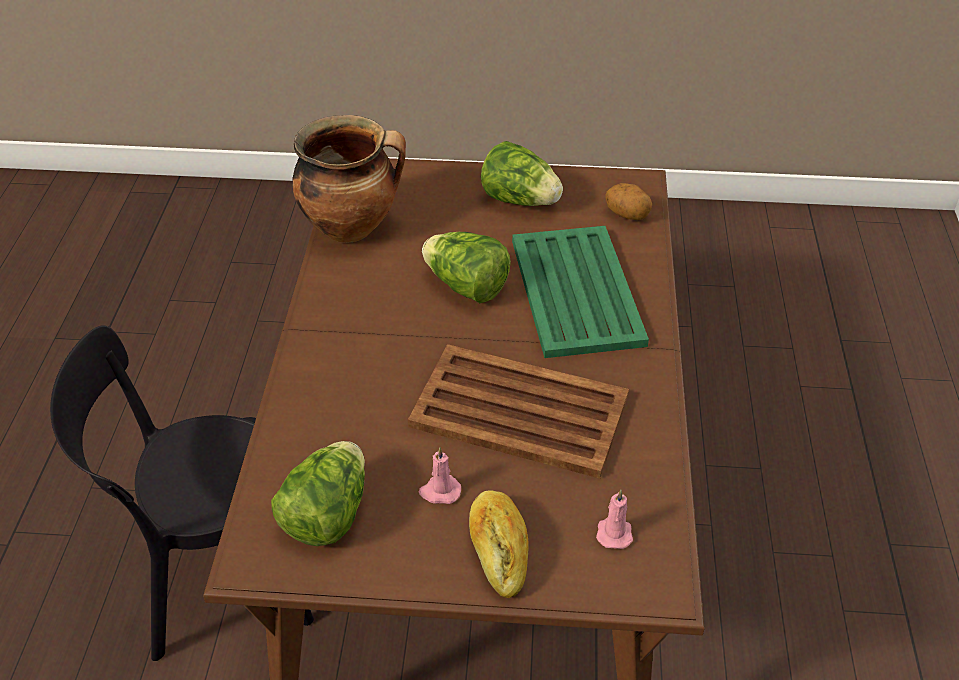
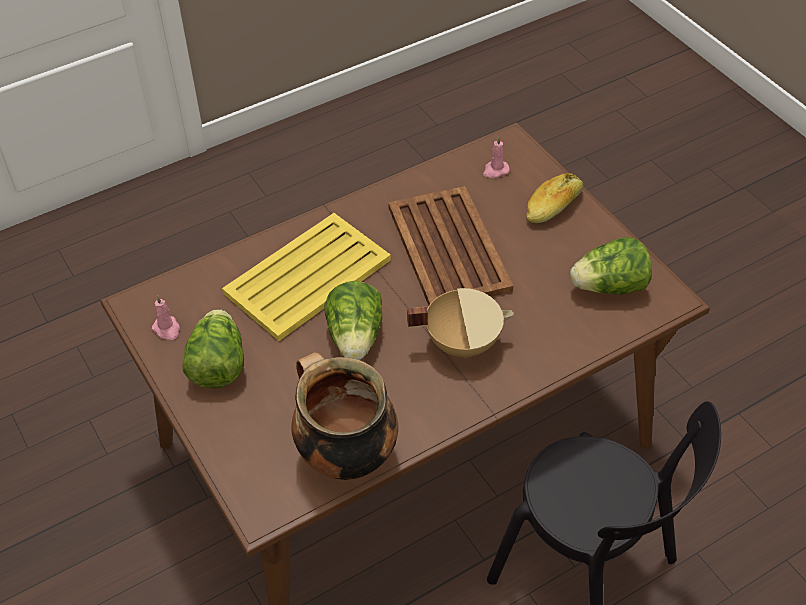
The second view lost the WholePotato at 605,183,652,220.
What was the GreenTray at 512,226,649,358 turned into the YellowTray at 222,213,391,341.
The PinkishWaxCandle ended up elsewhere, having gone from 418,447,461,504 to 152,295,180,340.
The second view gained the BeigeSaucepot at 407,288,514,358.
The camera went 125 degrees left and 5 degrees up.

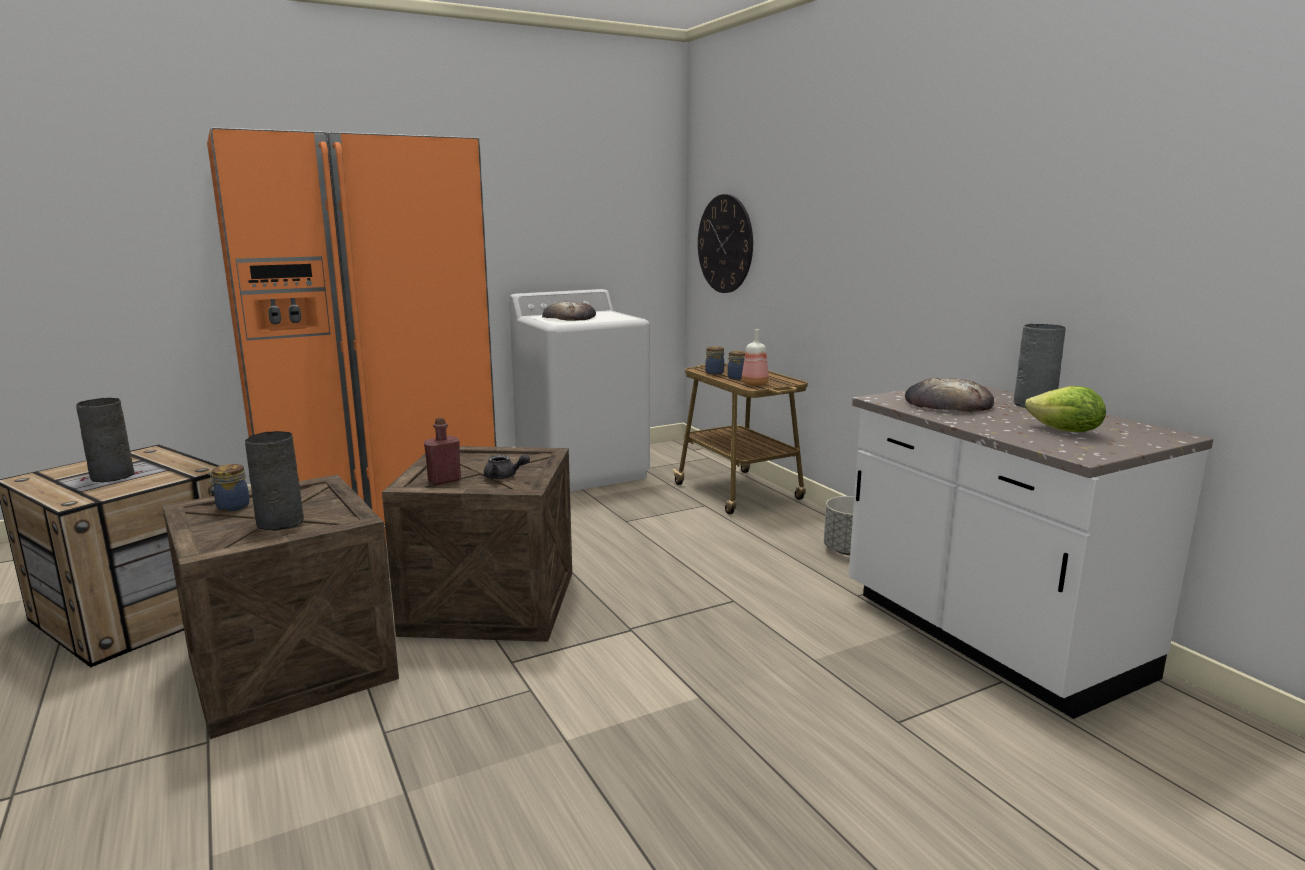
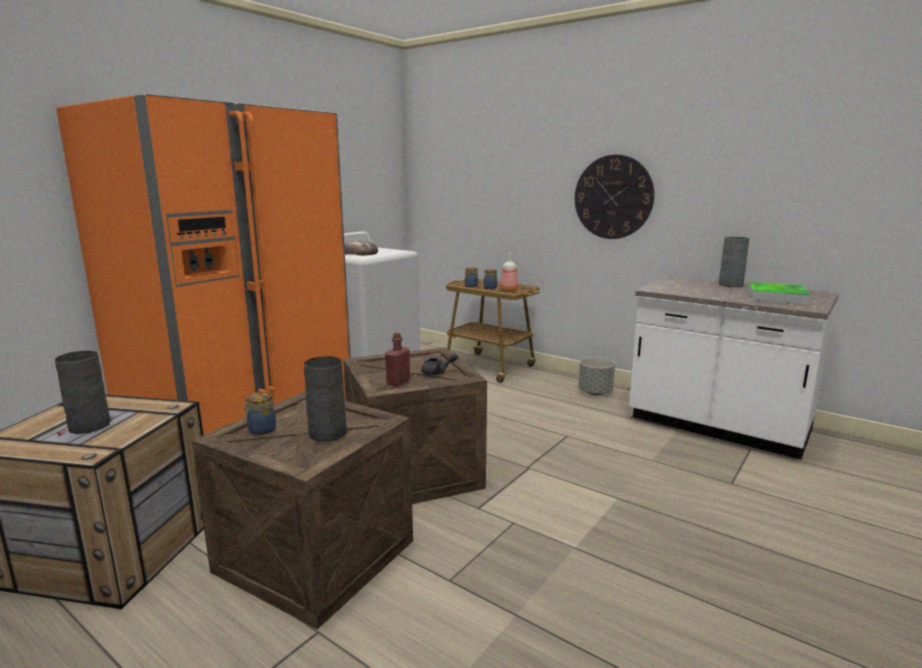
The WallClock ended up elsewhere, having gone from 698,194,753,293 to 575,155,654,239.
The second view lost the BakedBread at 905,378,994,412.
Where the HeadOfLettuce stood at 1025,386,1106,432, the Tray came to stand at 748,282,811,304.
The camera went 25 degrees left and 0 degrees up.

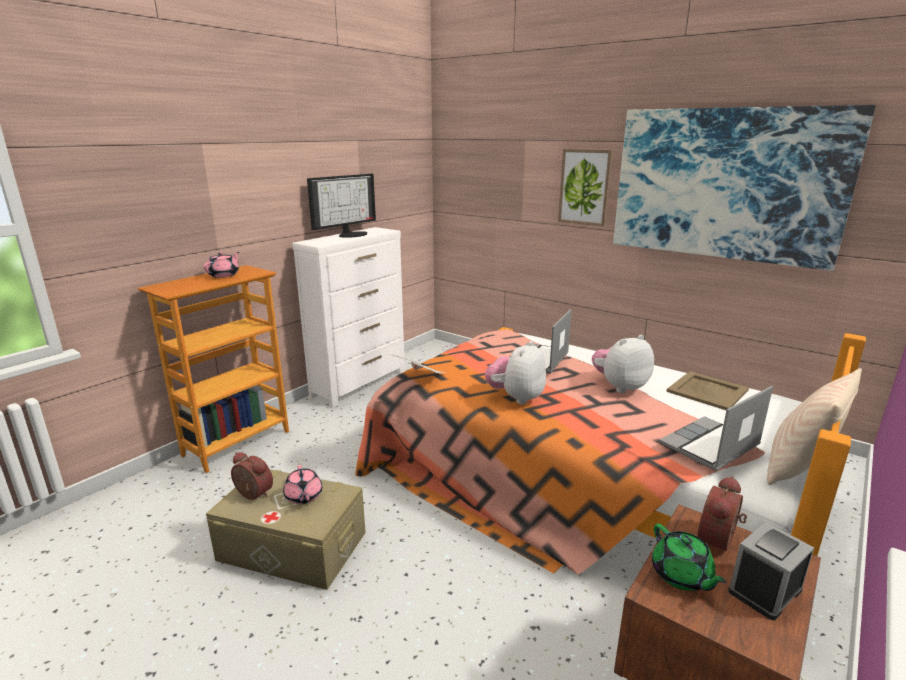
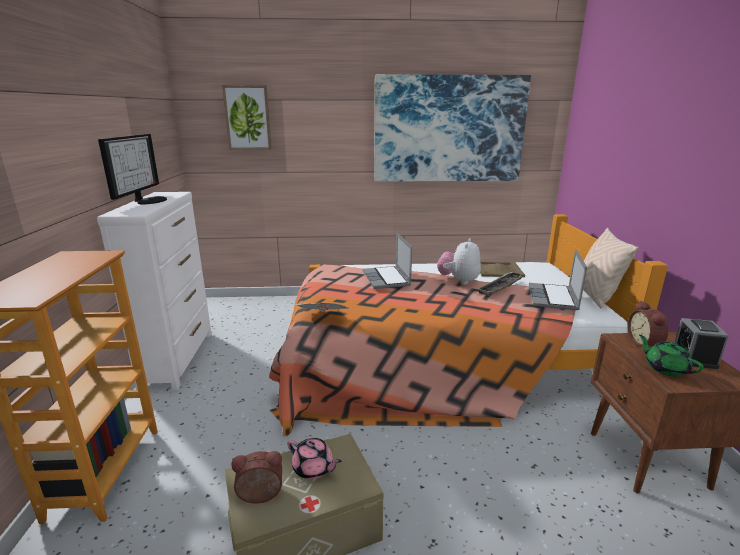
The WallPicture ended up elsewhere, having gone from 558,149,613,226 to 222,85,272,150.
The second view lost the PinkishTeapot at 204,252,239,278.
The second view lost the CuddlyToy at 485,341,546,405.
The GreenTeapot at 652,524,727,591 ended up facing another way, 150 degrees counterclockwise from before.
The second view gained the Tray at 477,271,524,296.
The camera went 40 degrees left and 0 degrees up.

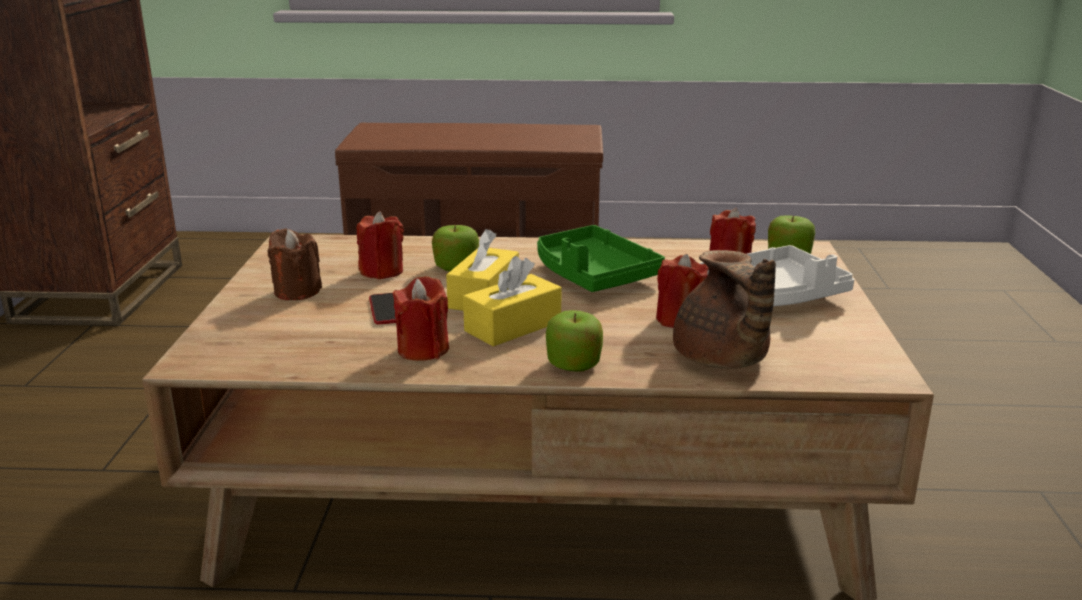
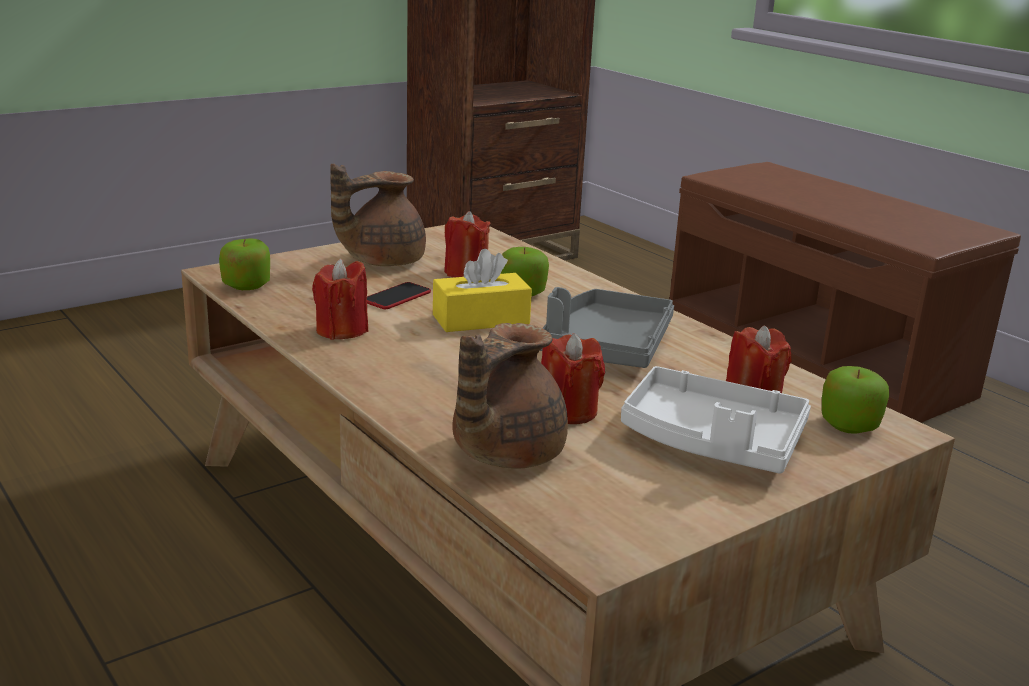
What was the GreenTray at 537,225,665,292 turned into the GreyTray at 540,287,674,368.
Where the BrownishWaxCandle stood at 267,228,322,300, the BrownishTeapot came to stand at 330,164,426,266.
The second view lost the YellowTissueBox at 463,256,561,346.
The AppleFruit ended up elsewhere, having gone from 546,310,603,372 to 219,239,270,290.
The camera went 50 degrees right and 0 degrees up.

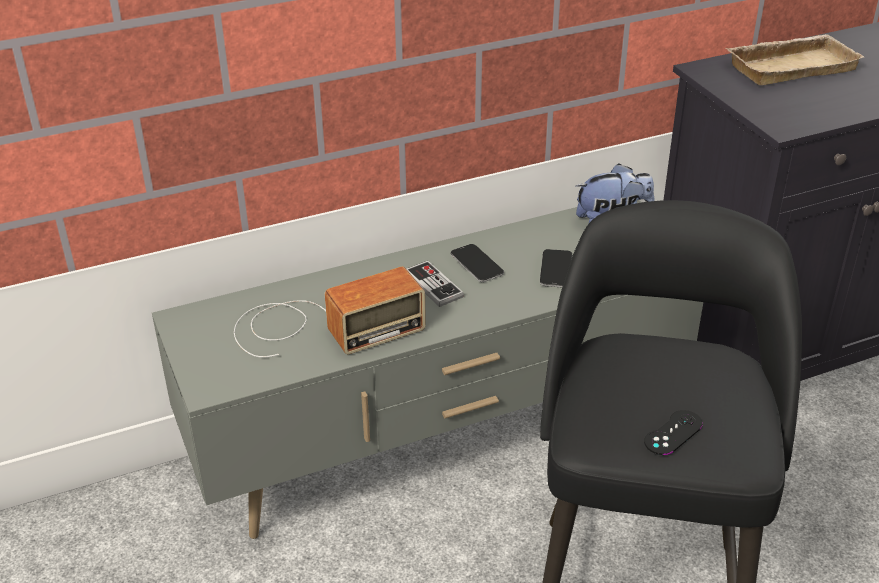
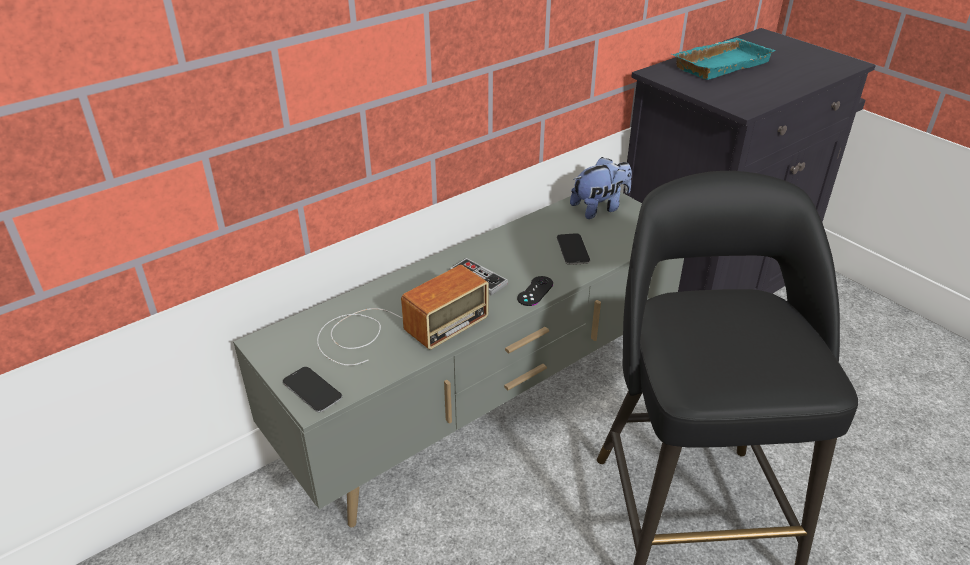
What was the BeigeTray at 725,34,864,85 turned into the TurquoiseTray at 672,38,775,80.
The Handset ended up elsewhere, having gone from 450,244,504,282 to 283,367,342,412.
The BlackGameController ended up elsewhere, having gone from 644,410,703,455 to 517,276,553,306.
The camera went 15 degrees left and 0 degrees up.

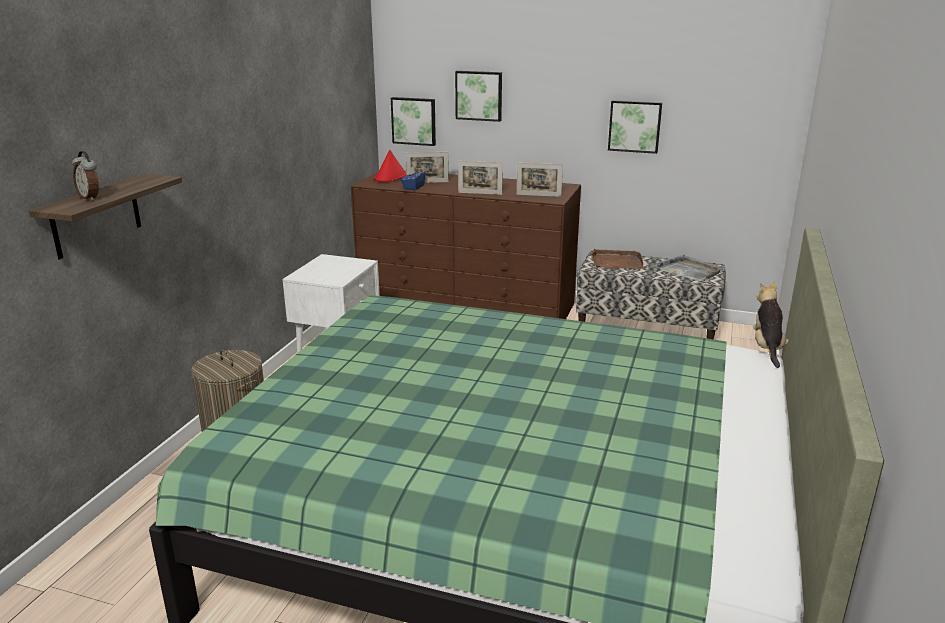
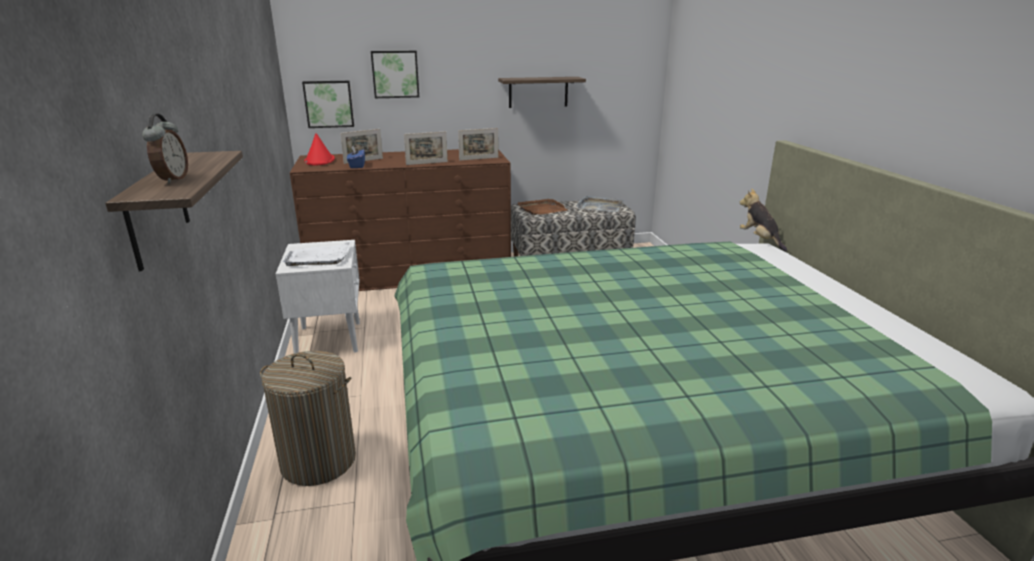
Where the WallPicture hung at 608,100,662,154, the Shelf came to hang at 498,77,586,108.
The BedsideClock at 72,151,99,201 ended up facing another way, 105 degrees counterclockwise from before.
The second view gained the WhiteTray at 283,242,351,266.
The camera went 30 degrees left and 0 degrees up.

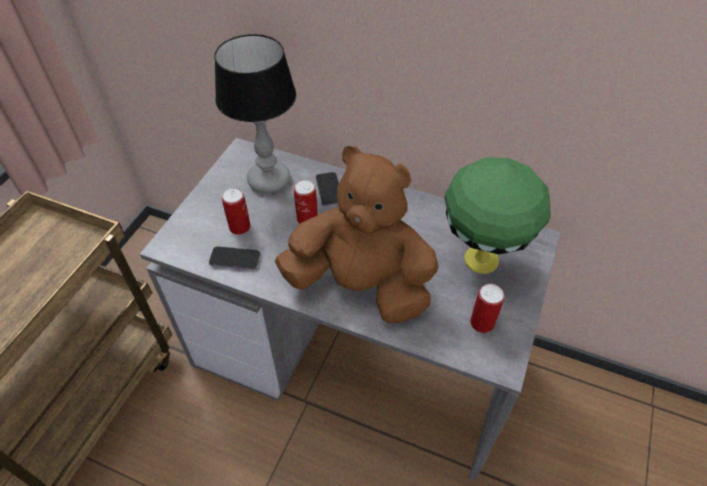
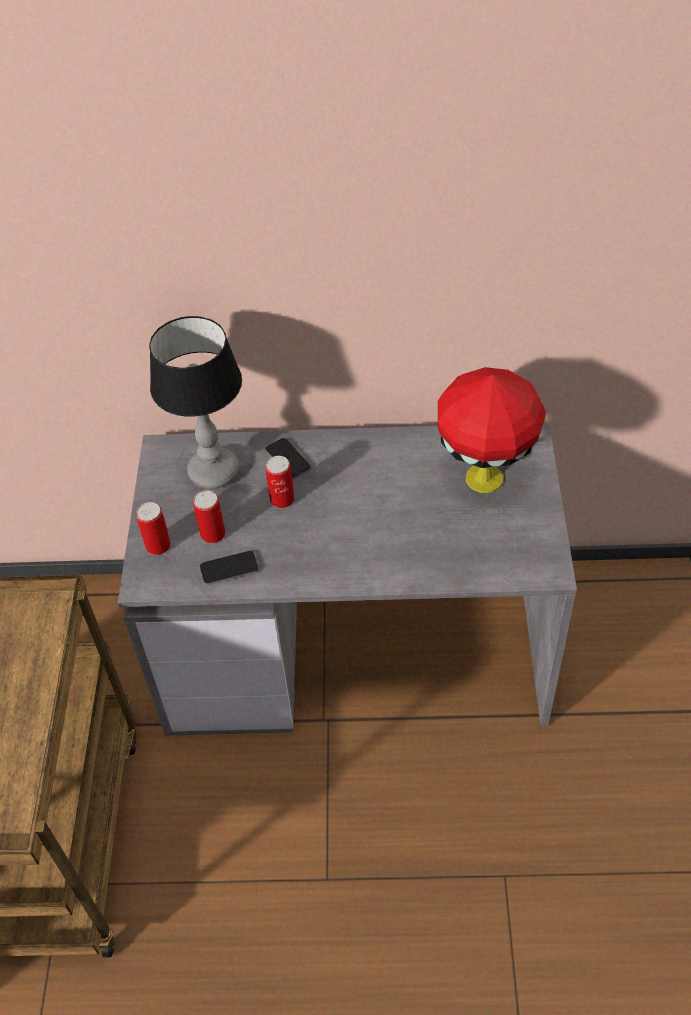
The second view lost the BrownishCuddlyToy at 275,146,439,323.
What was the GreenTableLamp at 444,158,551,274 turned into the RedColouredTableLamp at 438,367,546,493.
The SealedCan ended up elsewhere, having gone from 470,284,504,333 to 136,502,171,555.
The camera went 20 degrees left and 0 degrees up.

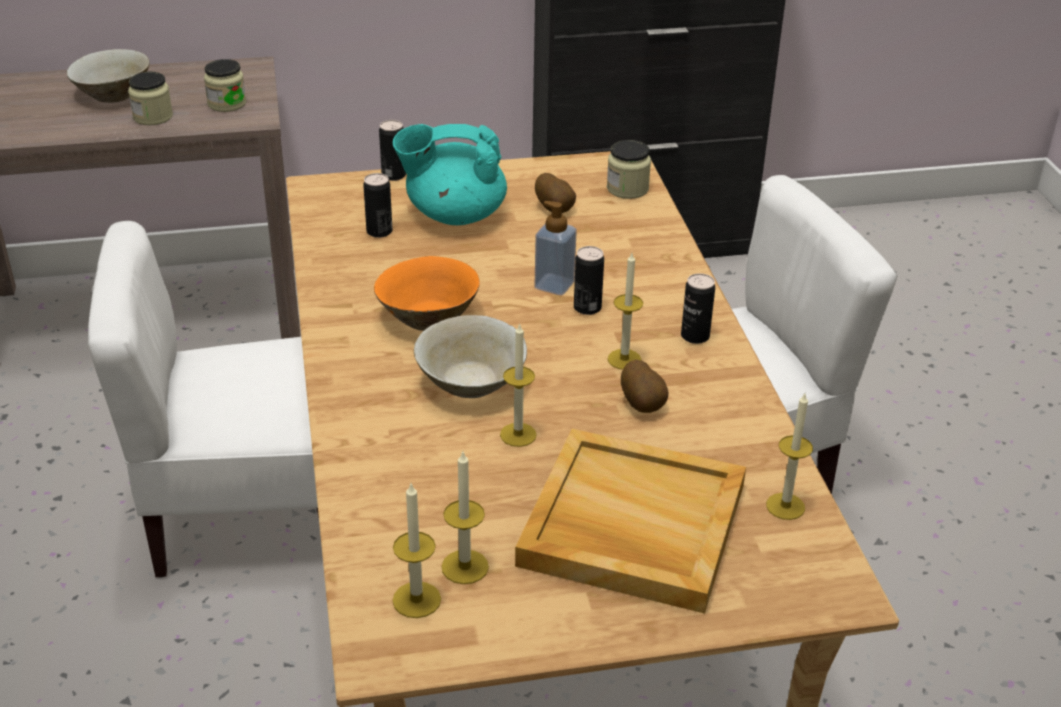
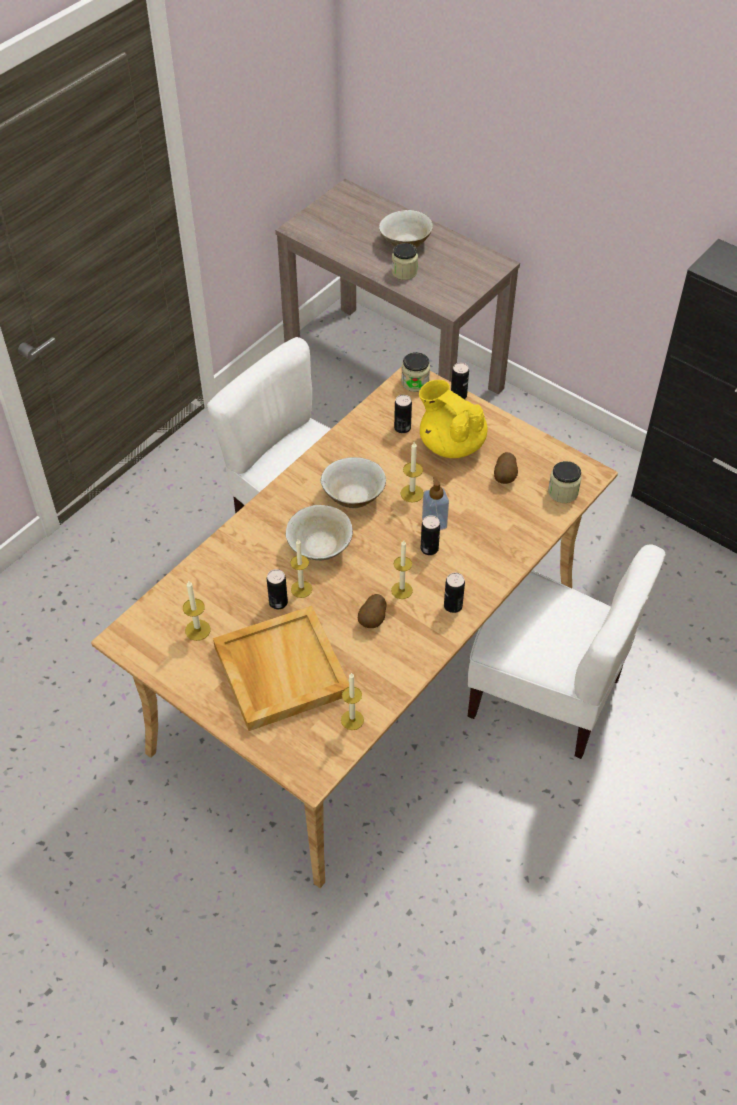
The PreserveJar ended up elsewhere, having gone from 204,59,246,112 to 401,352,430,392.
What was the TurquoiseTeapot at 393,124,507,225 turned into the YellowTeapot at 419,380,488,458.
What was the OrangeColouredDeepDish at 374,256,480,331 turned into the BeigeDeepDish at 321,457,386,508.
The WaxCandle ended up elsewhere, having gone from 393,484,441,618 to 400,442,423,503.
The second view gained the SealedCan at 267,569,288,610.
The camera went 50 degrees right and 15 degrees up.

